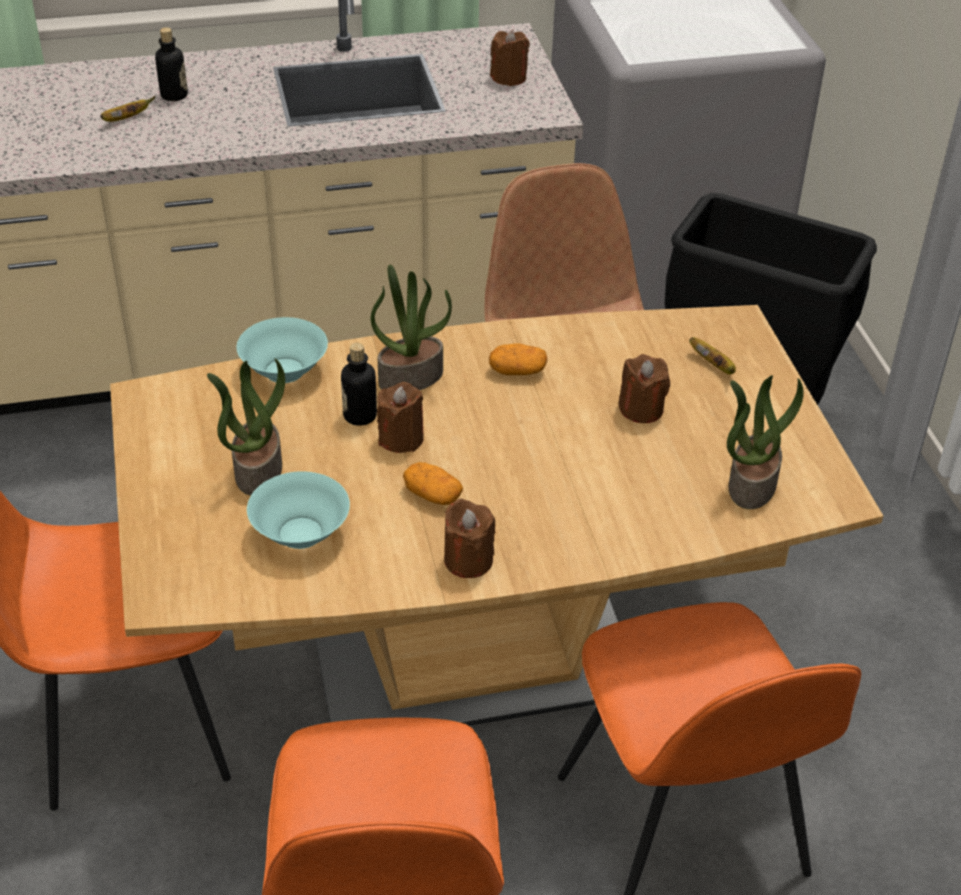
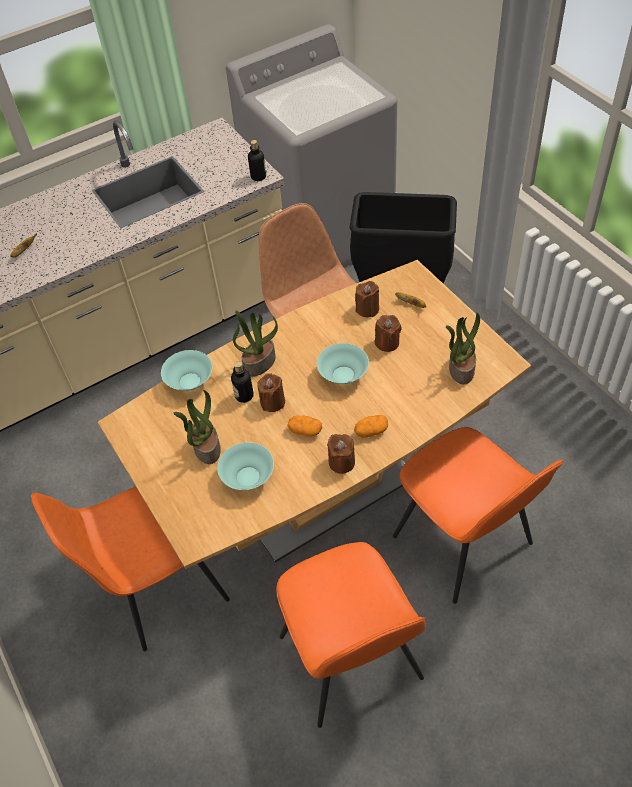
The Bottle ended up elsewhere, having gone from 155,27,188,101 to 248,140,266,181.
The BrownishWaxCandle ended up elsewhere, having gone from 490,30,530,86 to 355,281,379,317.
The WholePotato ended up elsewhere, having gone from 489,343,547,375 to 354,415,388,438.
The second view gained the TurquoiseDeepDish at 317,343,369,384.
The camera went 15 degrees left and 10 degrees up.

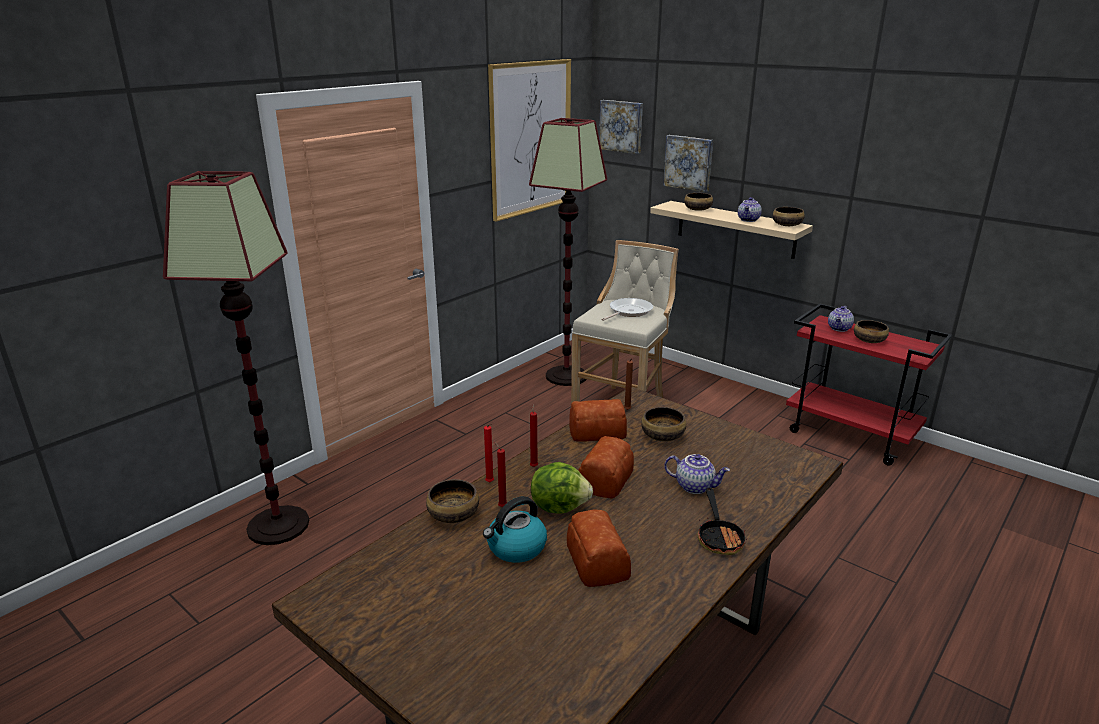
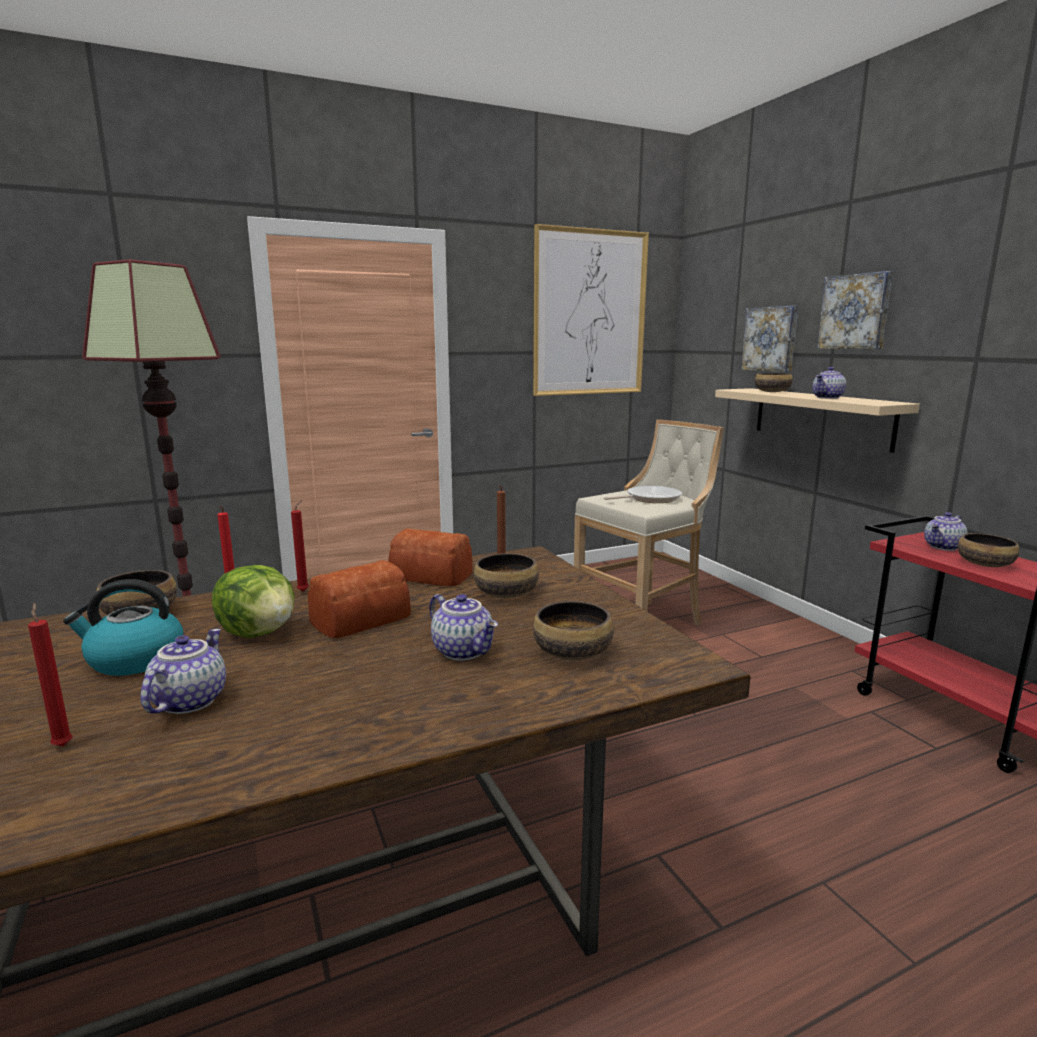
The WallPicture ended up elsewhere, having gone from 599,100,643,154 to 817,271,893,349.
The second view lost the StandardLamp at 529,118,607,386.
The DeepDish ended up elsewhere, having gone from 773,207,805,226 to 533,601,614,660.
The RedColouredWaxCandle ended up elsewhere, having gone from 494,442,507,507 to 28,603,73,746.
The second view lost the FryingPan at 697,488,745,555.
Where the BakedBread stood at 567,510,631,587, the Teapot came to stand at 140,629,226,714.
The camera went 25 degrees right and 10 degrees down.

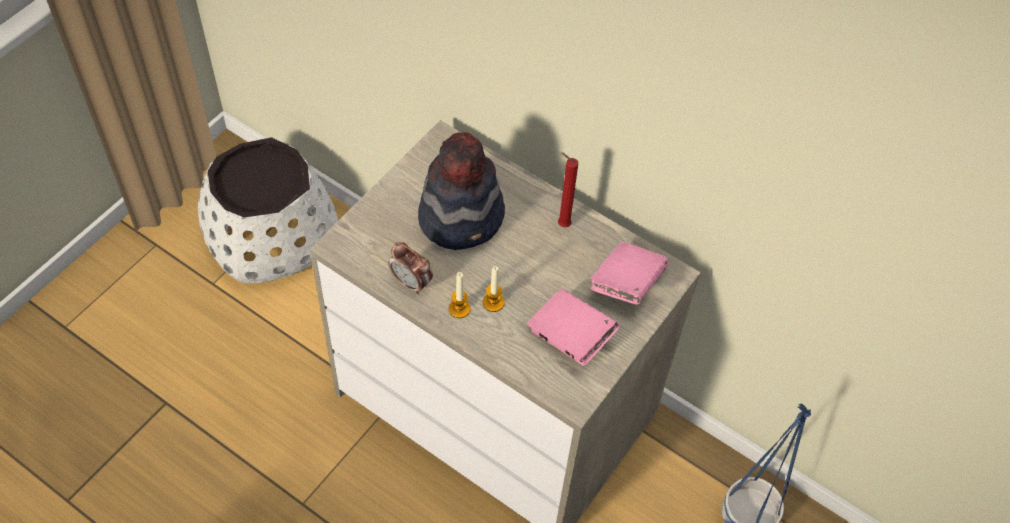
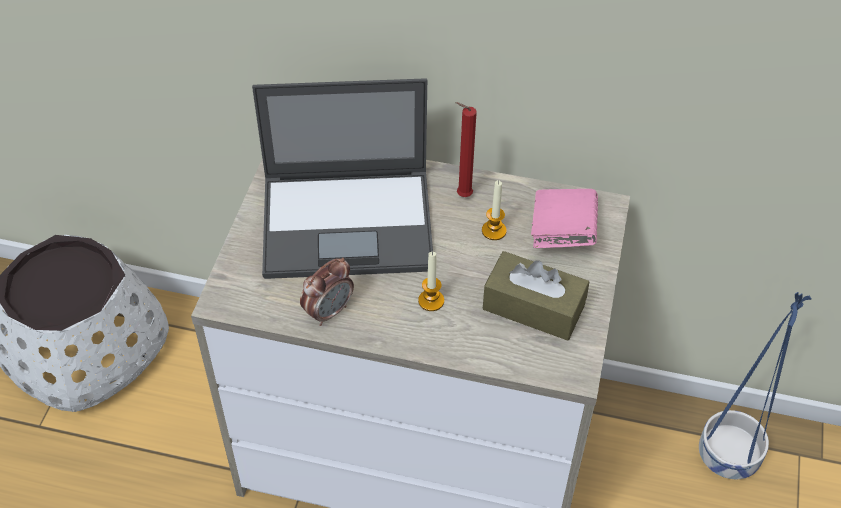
Where the WearableHat stood at 418,132,505,250, the NotebookComputer came to stand at 252,78,433,279.
The BedsideClock at 388,242,433,294 ended up facing another way, 60 degrees counterclockwise from before.
The WaxCandle ended up elsewhere, having gone from 449,272,470,318 to 482,180,507,240.
Where the PinkishVolume stood at 527,289,619,366, the BrownishTissueBox came to stand at 483,251,589,341.
The camera went 20 degrees left and 5 degrees down.

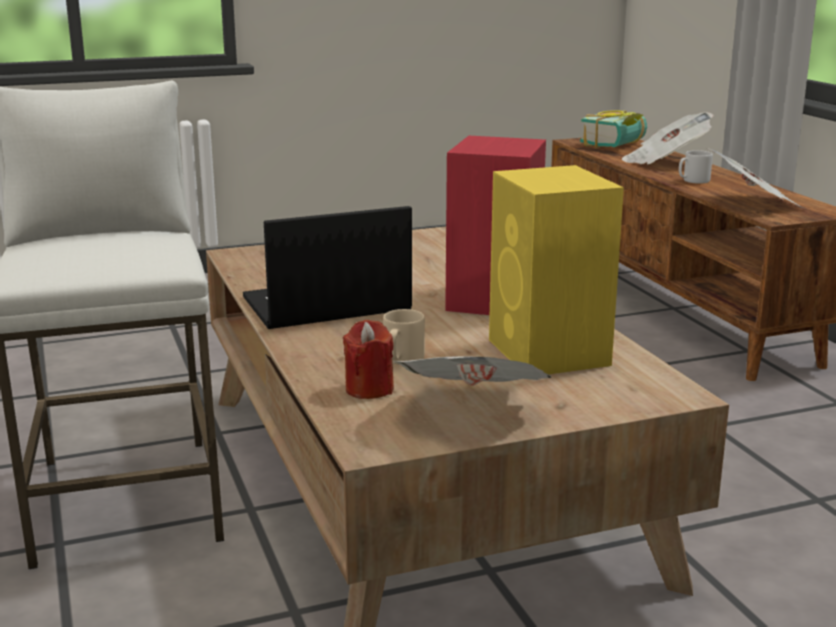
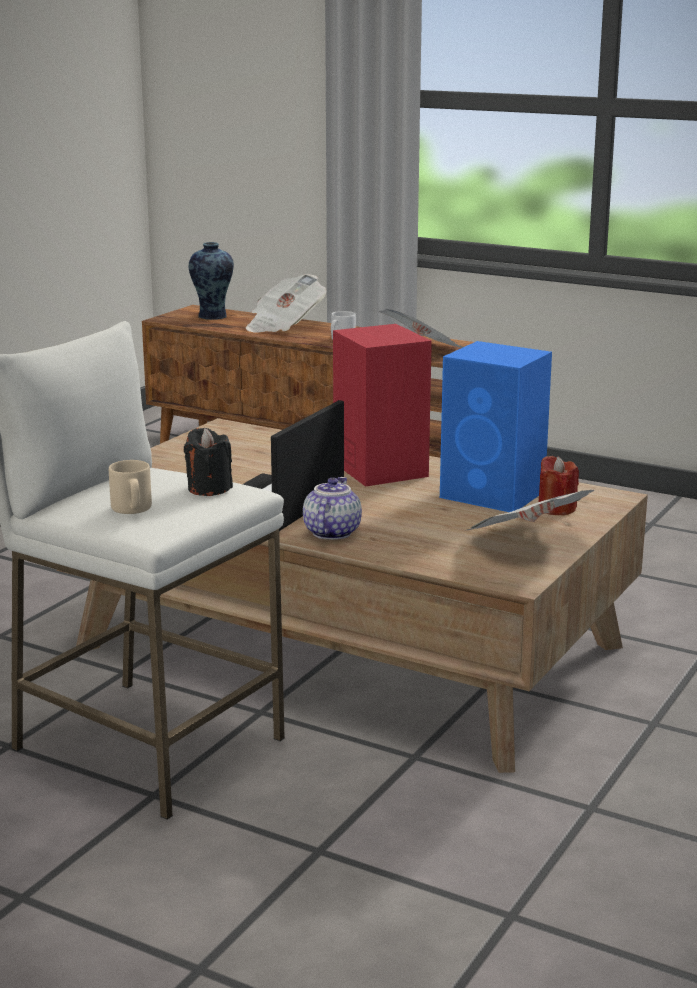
Where the Volume stood at 580,110,647,148, the FlowerVase came to stand at 189,242,234,320.
What was the YellowSpeaker at 489,165,624,374 turned into the BlueColouredSpeaker at 440,341,552,512.
The BeigeMug ended up elsewhere, having gone from 383,309,425,365 to 109,460,152,514.
The RedColouredWaxCandle ended up elsewhere, having gone from 343,320,394,399 to 539,456,579,515.
The second view gained the BlackWaxCandle at 184,428,233,496.
The second view gained the Teapot at 303,477,362,540.
The camera went 40 degrees left and 0 degrees up.

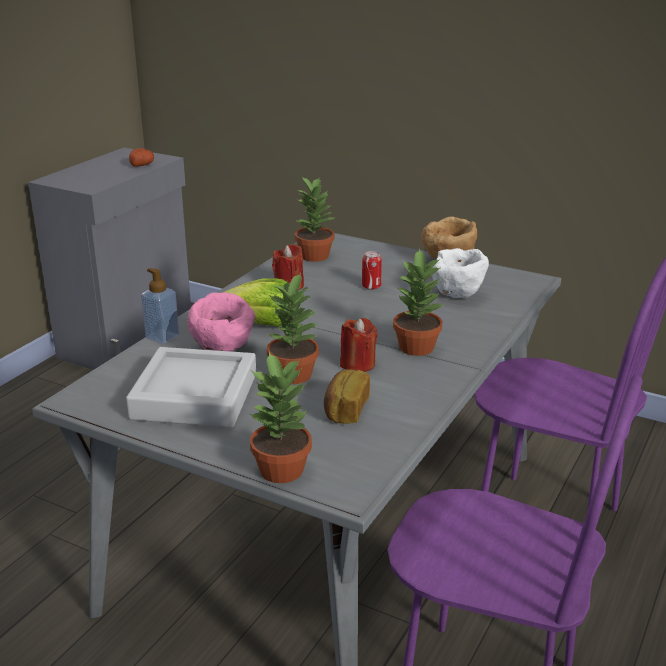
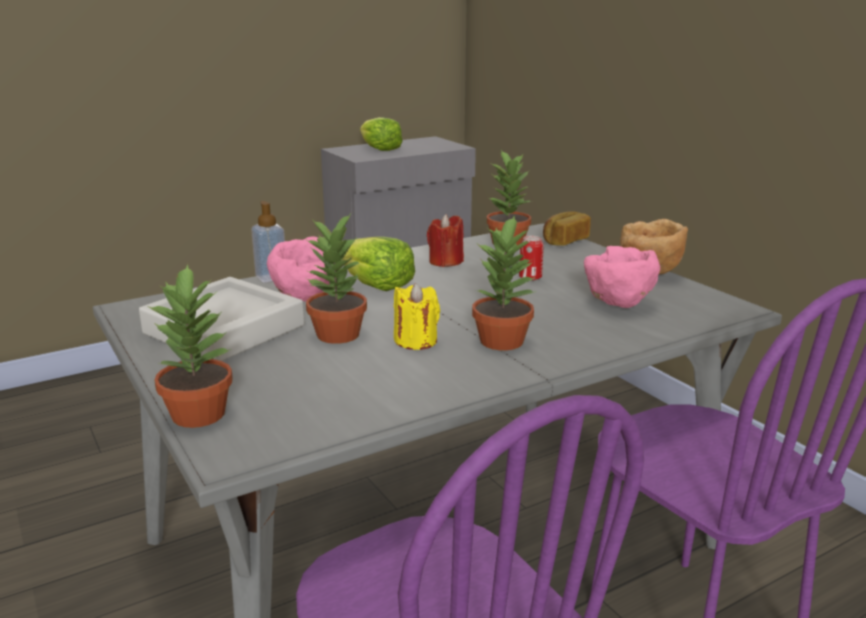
The second view lost the WholePotato at 129,148,154,167.
What was the WhiteDeepDish at 431,248,489,298 turned into the PinkishDeepDish at 584,246,660,308.
What was the RedColouredWaxCandle at 340,318,378,372 turned into the YellowWaxCandle at 394,283,440,350.
The BakedBread ended up elsewhere, having gone from 324,370,370,424 to 543,211,591,246.
The second view gained the HeadOfLettuce at 360,117,403,151.
The camera went 30 degrees right and 5 degrees down.

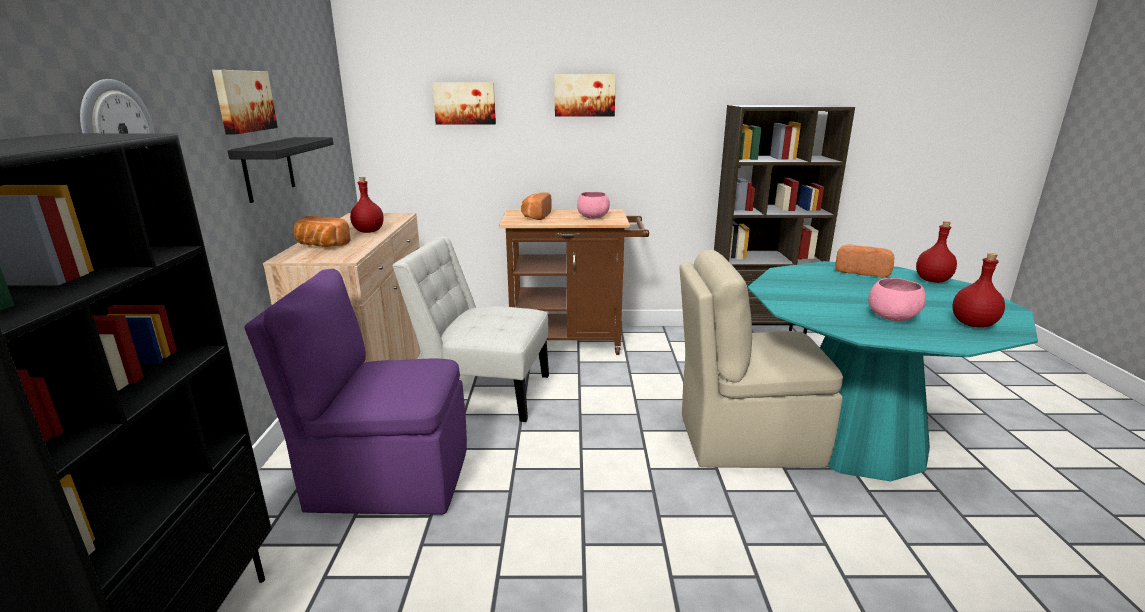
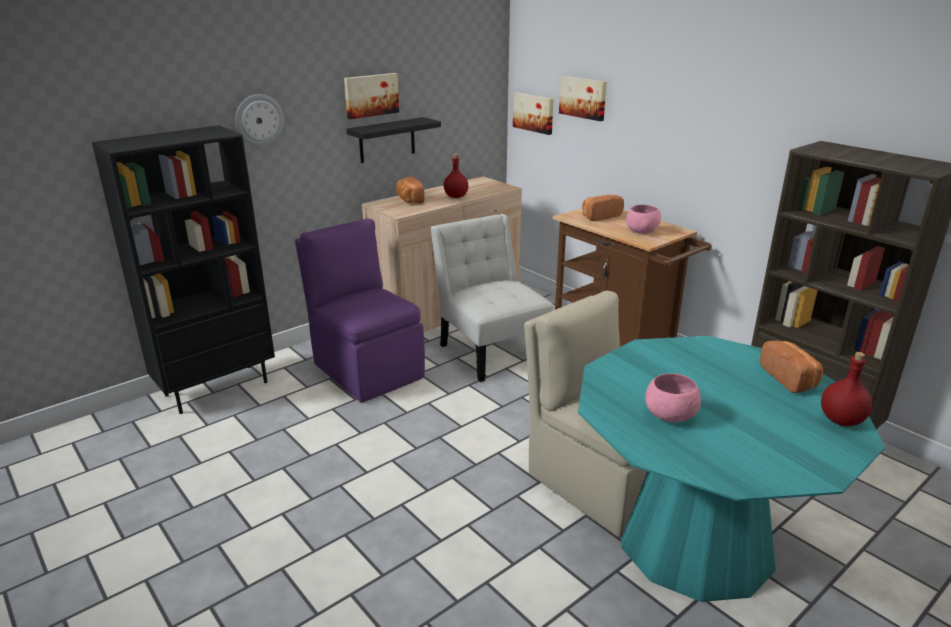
The WallPicture ended up elsewhere, having gone from 555,74,616,117 to 513,92,554,135.
The second view lost the RedColouredBottle at 952,253,1005,327.
The camera went 50 degrees right and 5 degrees up.

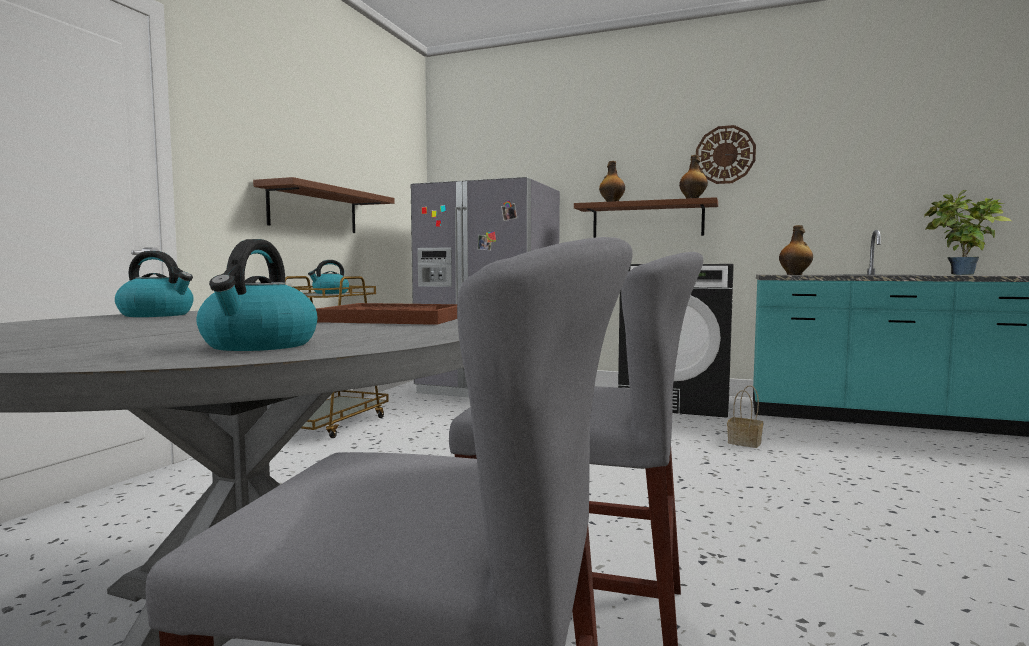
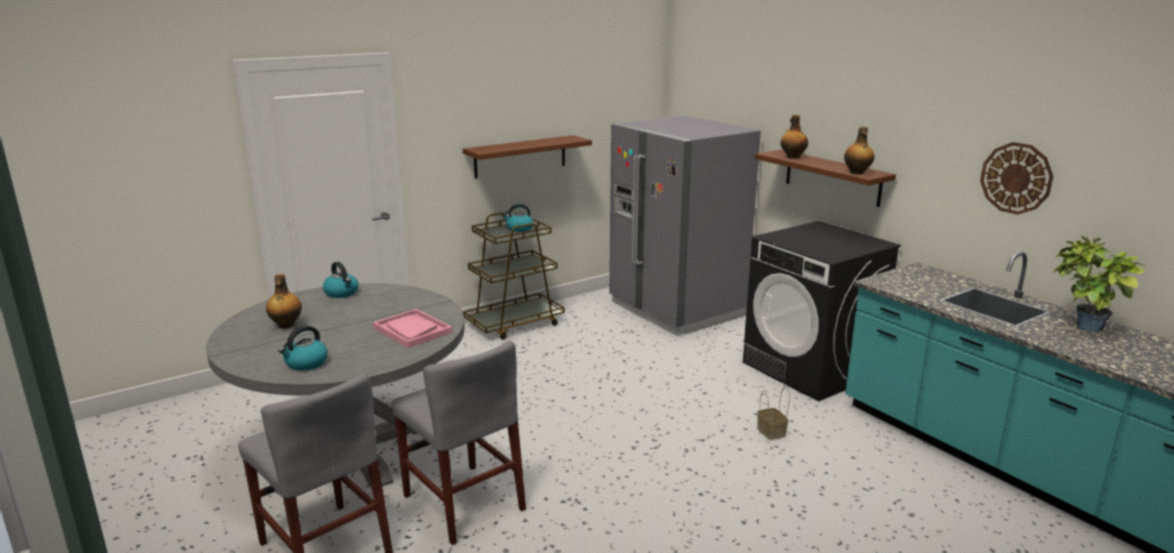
The WallClock ended up elsewhere, having gone from 696,125,756,184 to 980,142,1053,215.
The Bottle ended up elsewhere, having gone from 779,225,813,275 to 266,274,302,328.
What was the BrownishTray at 316,303,457,325 turned into the PinkishTray at 373,309,452,348.
The camera went 35 degrees right and 15 degrees up.

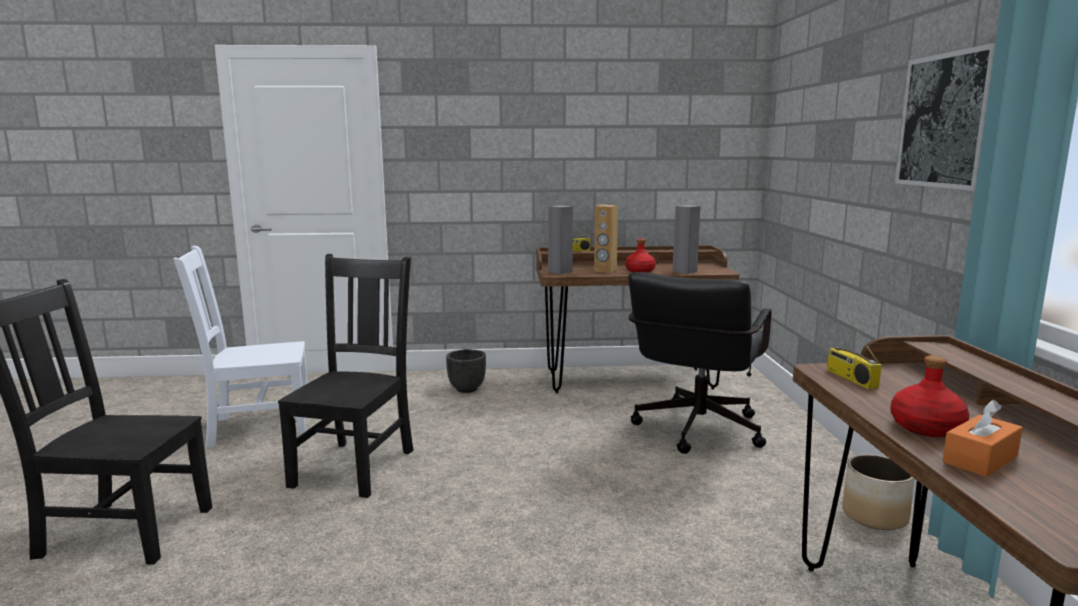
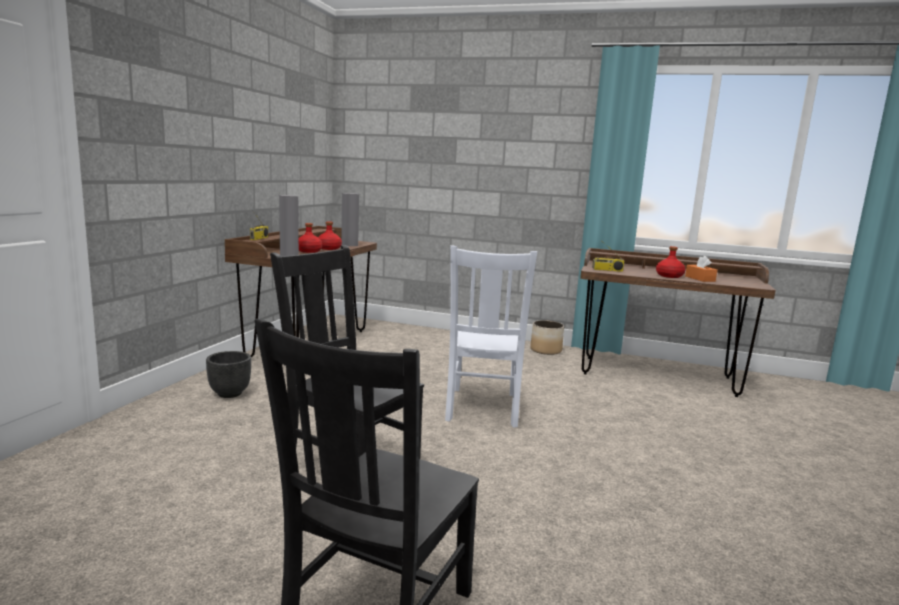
The second view lost the WallPicture at 895,43,995,191.
Where the BrownishSpeaker stood at 594,205,618,273, the RedColouredBottle came to stand at 299,223,322,253.
The WhitePlainChair ended up elsewhere, having gone from 173,246,308,448 to 445,245,537,427.
The second view lost the BlackDeskChair at 628,272,772,454.
The camera went 70 degrees left and 0 degrees up.

